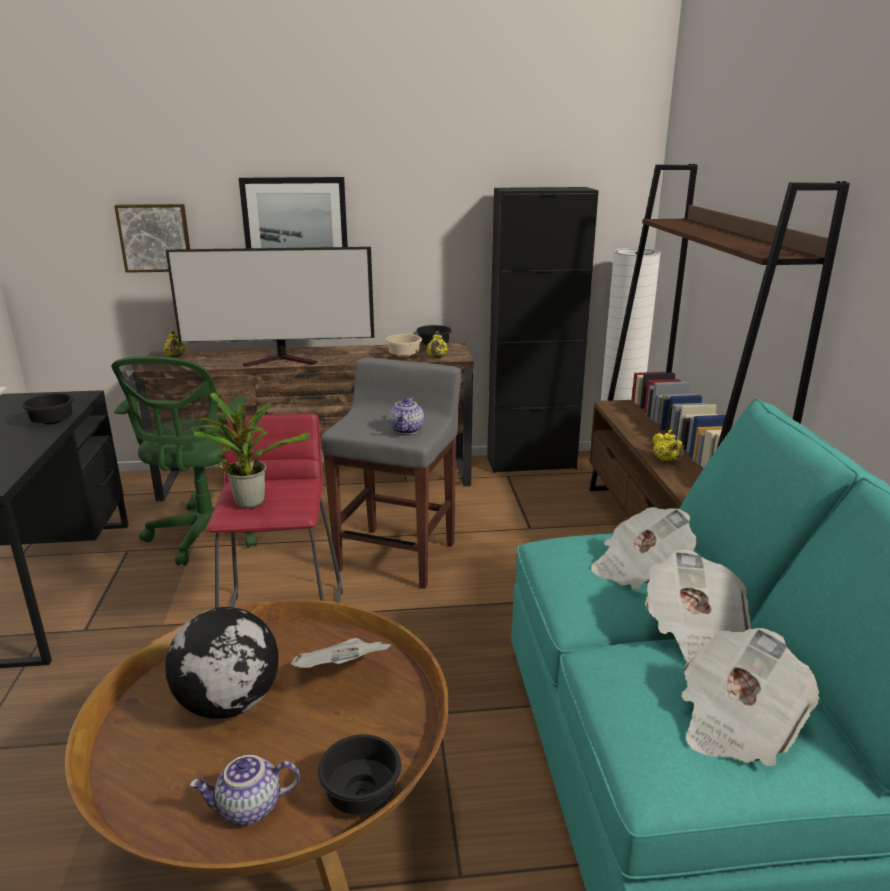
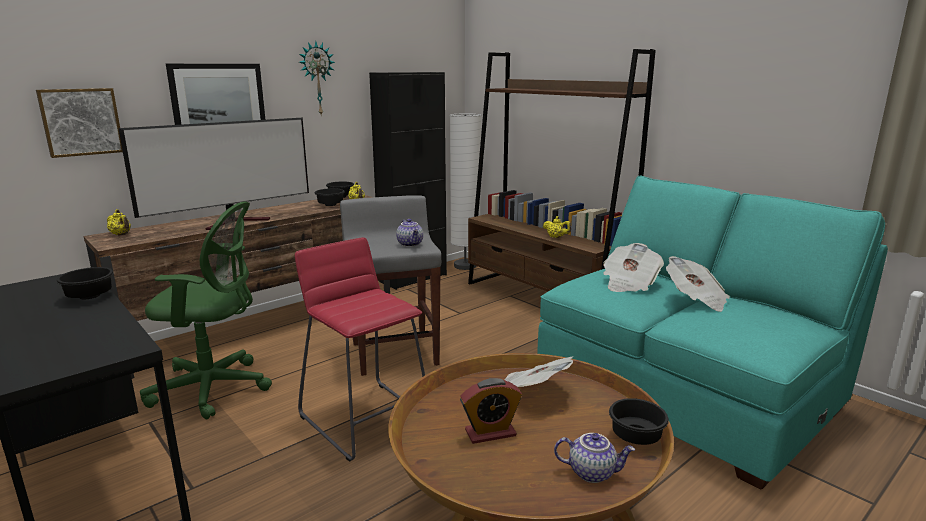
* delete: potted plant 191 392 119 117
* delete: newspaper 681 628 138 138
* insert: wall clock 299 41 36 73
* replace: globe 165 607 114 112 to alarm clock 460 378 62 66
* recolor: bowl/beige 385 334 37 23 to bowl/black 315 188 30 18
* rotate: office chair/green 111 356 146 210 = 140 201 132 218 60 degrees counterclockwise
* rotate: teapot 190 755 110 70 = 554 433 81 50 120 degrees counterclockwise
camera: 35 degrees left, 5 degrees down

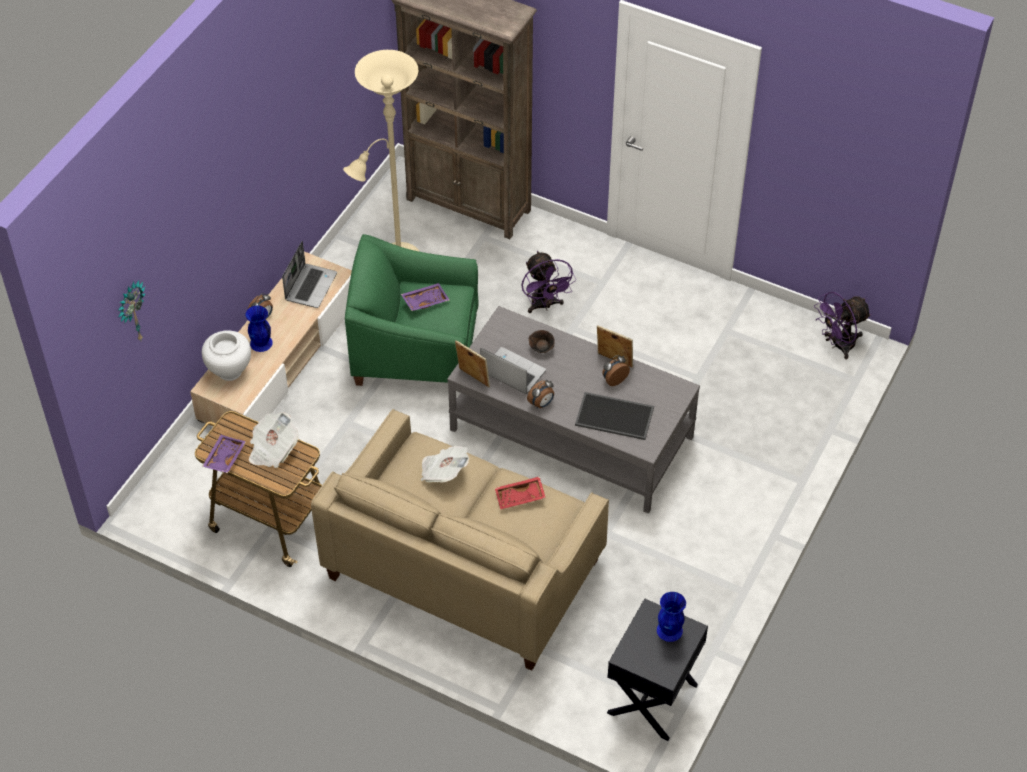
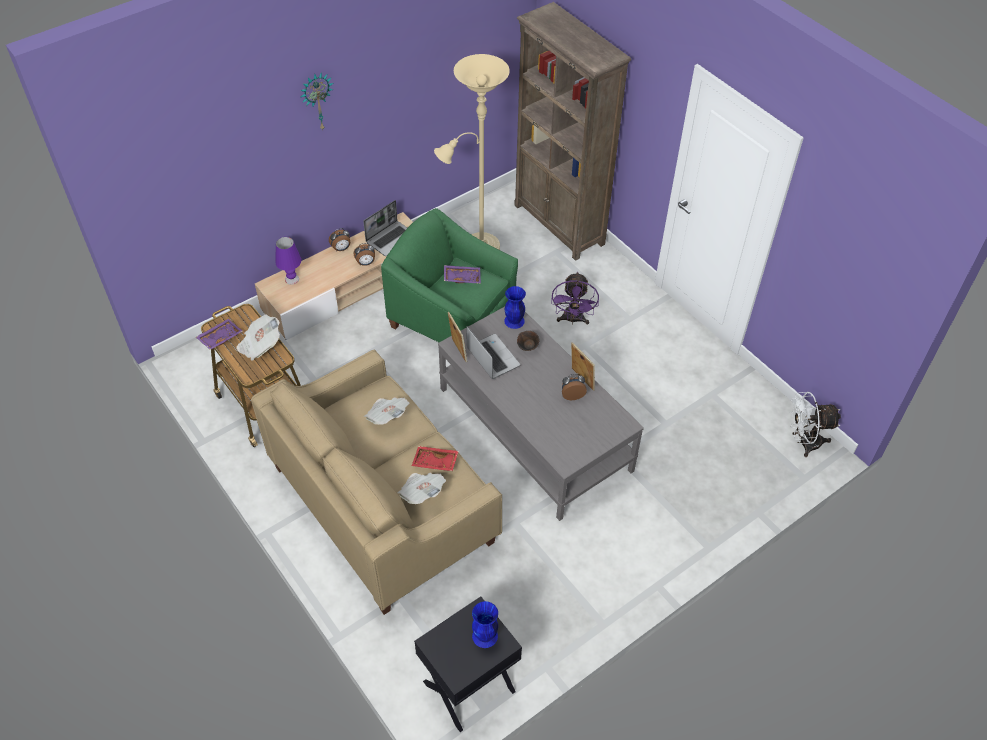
* delete: tray 575 392 79 48
* insert: newspaper 398 473 48 31
* move: wall clock 118 281 28 59 to 300 72 33 58
* move: vase/blue 245 305 28 47 to 504 286 22 43
* move: alarm clock 527 380 27 28 to 354 243 21 23
* replace: vase/white 202 330 49 51 to table lamp/purple 275 237 26 48
* recolor: fan/purple 814 292 58 67 to fan/white 789 392 52 65
camera: 25 degrees right, 0 degrees up

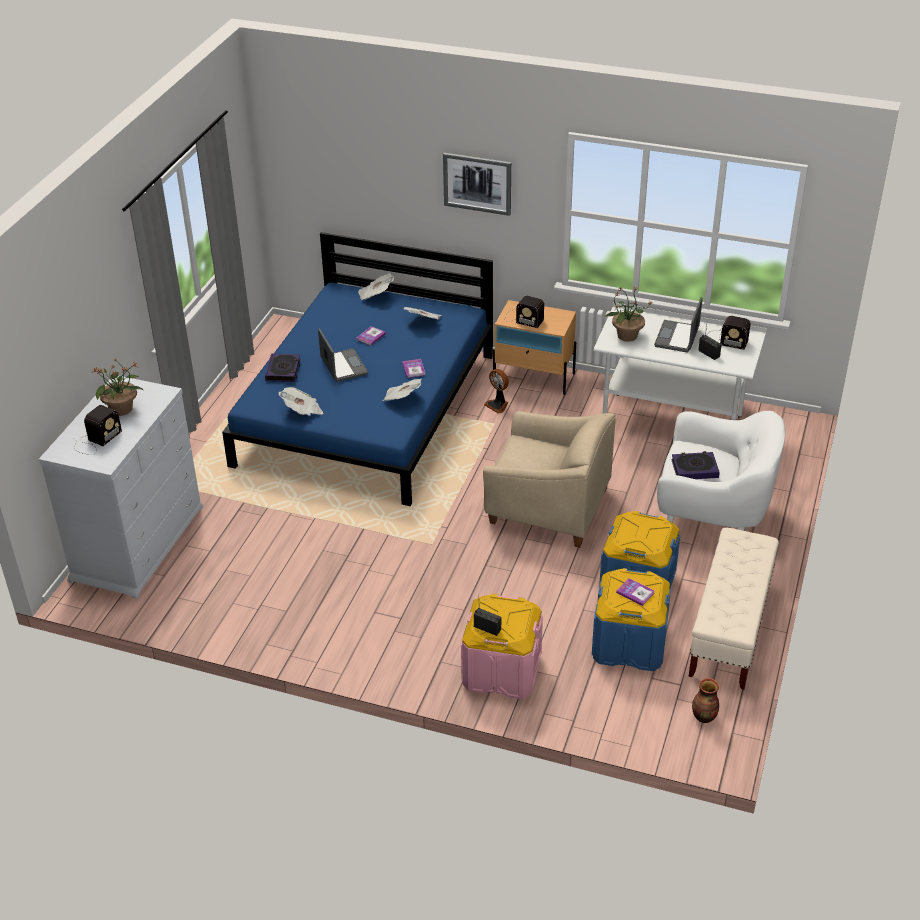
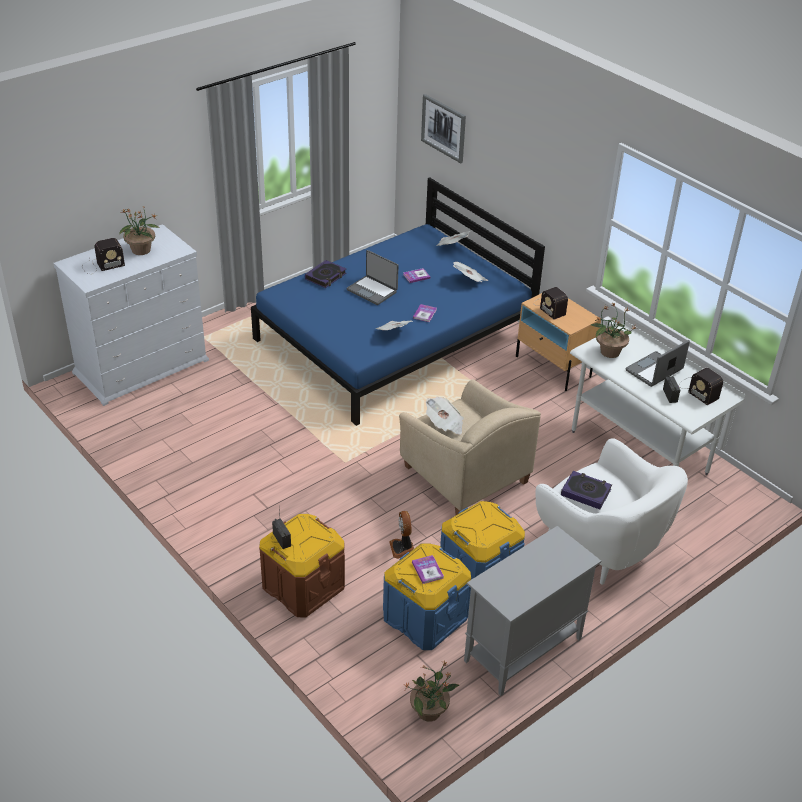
* move: newspaper 278 387 46 29 to 426 397 38 38
* move: picture 443 153 68 63 to 421 94 45 69
* move: fan 484 369 25 45 to 389 511 25 48
* replace: bench/beige 689 527 90 163 to cabinet/grey 464 526 137 170
* replace: vase 692 678 27 45 to potted plant 404 660 56 62
* recolor: storage box/pink 461 594 82 105 to storage box/brown 259 514 86 103
* rotate: laptop 318 328 50 54 = 346 250 53 55 120 degrees clockwise
camera: 30 degrees right, 0 degrees up

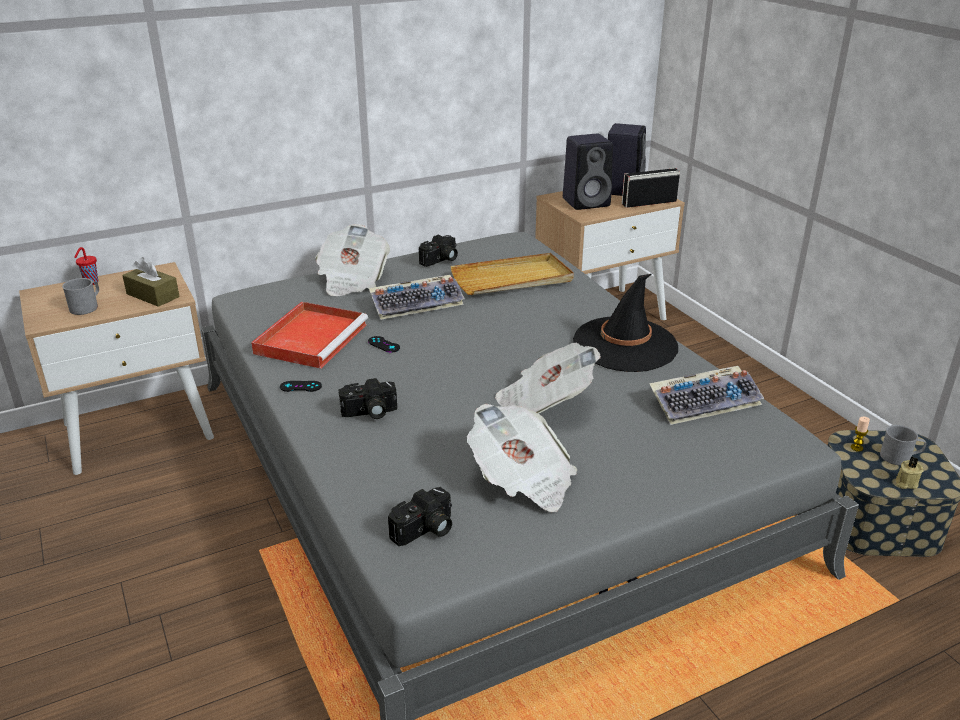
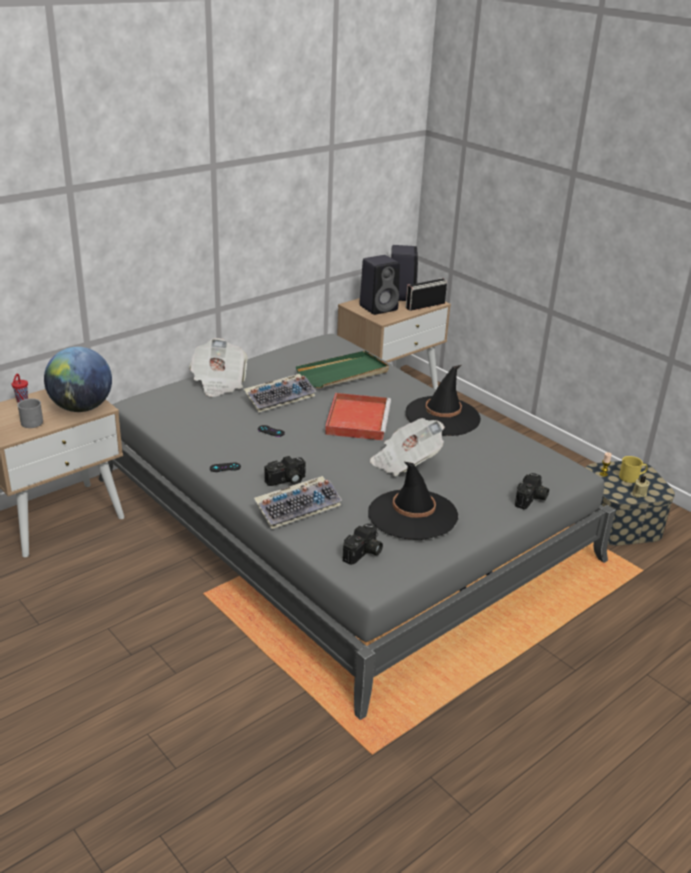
* move: tray/red 251 302 117 67 to 325 393 66 47
* move: photo camera 419 235 39 32 to 515 473 34 36
* move: keyboard 649 366 115 59 to 254 476 88 53
* replace: tissue box/brown 122 257 58 50 to globe 44 347 68 65
* replace: newspaper 467 404 110 108 to hat/black 368 461 90 79
* recolor: tray/beige 450 253 124 42 to tray/green 296 351 93 37
* recolor: mug/grey 880 425 46 40 to mug/yellow 619 456 29 27
camera: 15 degrees left, 0 degrees up

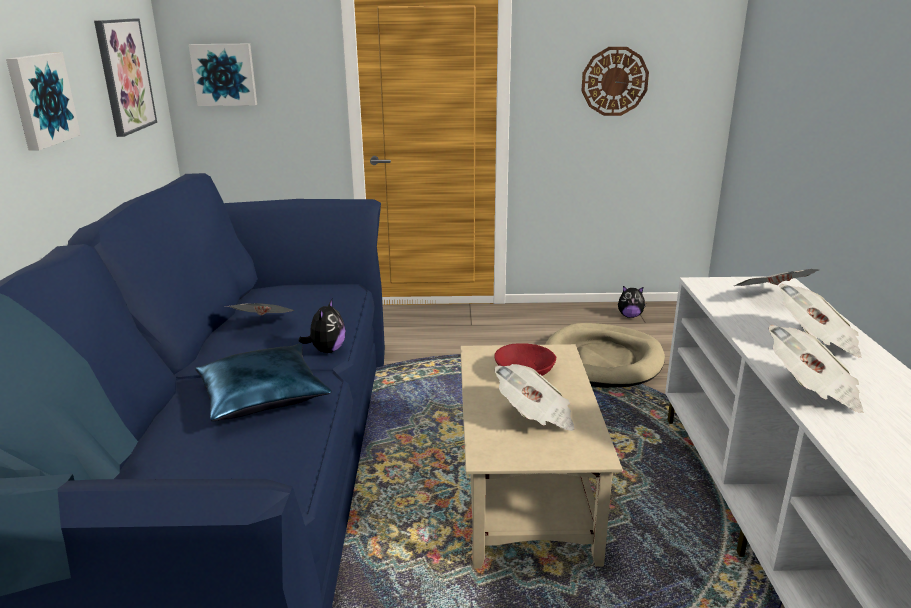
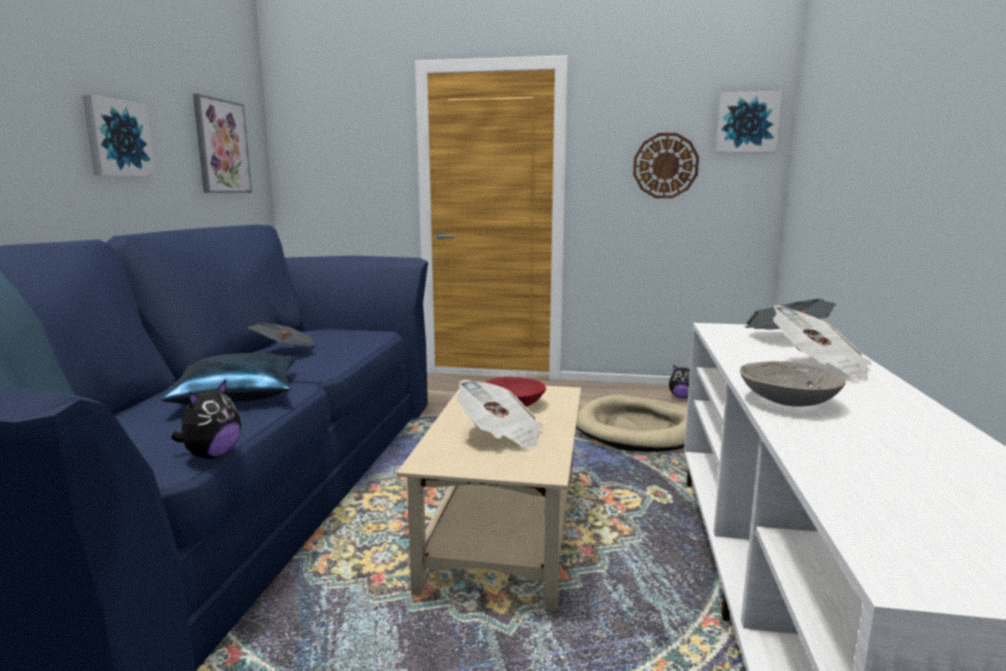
* move: picture 189 44 68 62 to 715 91 67 62
* move: plush toy 299 299 47 54 to 171 379 70 80
* replace: newspaper 769 325 95 88 to bowl/grey 740 361 106 46
camera: 10 degrees right, 10 degrees down

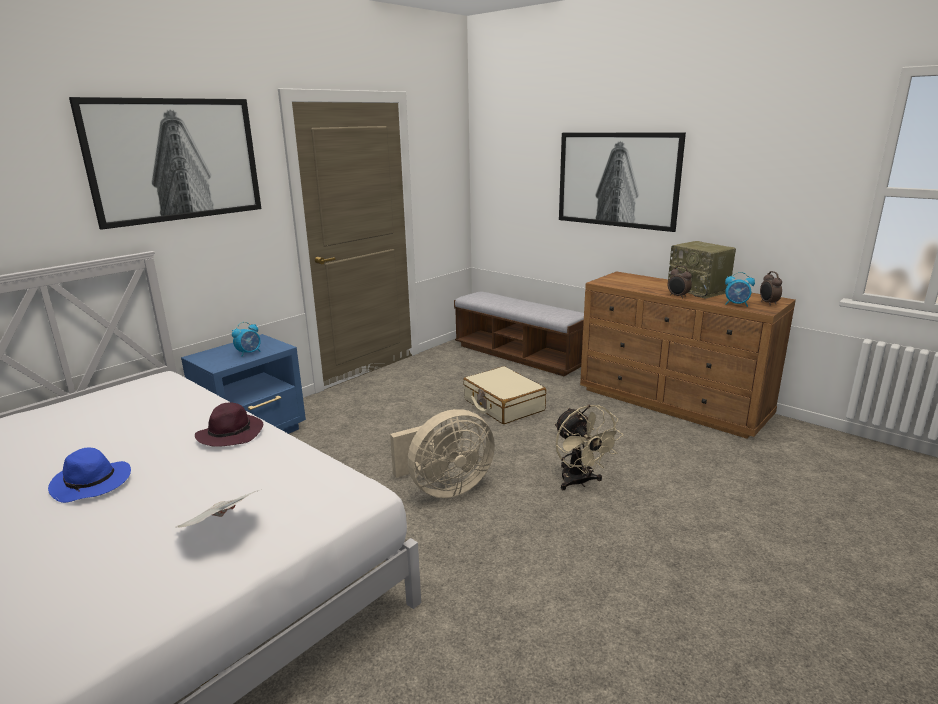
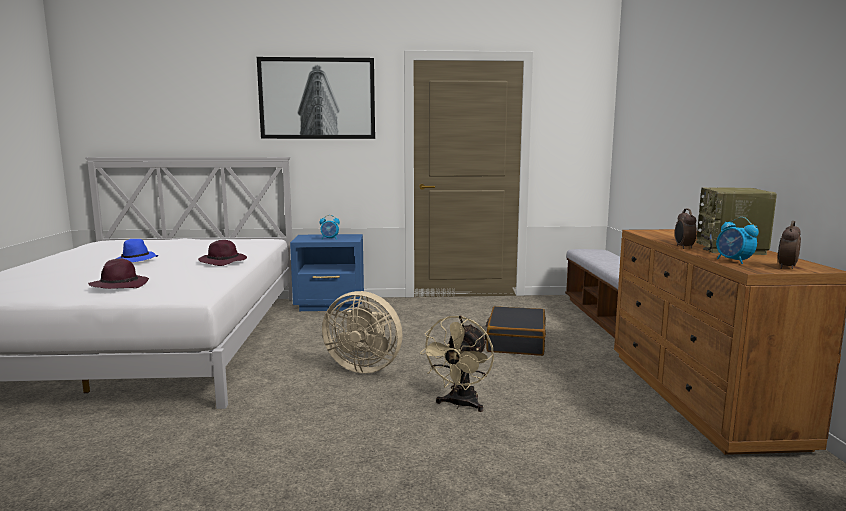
* delete: picture 559 132 127 100
* replace: newspaper 176 489 86 39 to hat/purple 88 258 61 31
* recolor: suitcase/beige 463 366 83 58 to suitcase/black 485 306 61 50
camera: 45 degrees right, 10 degrees down

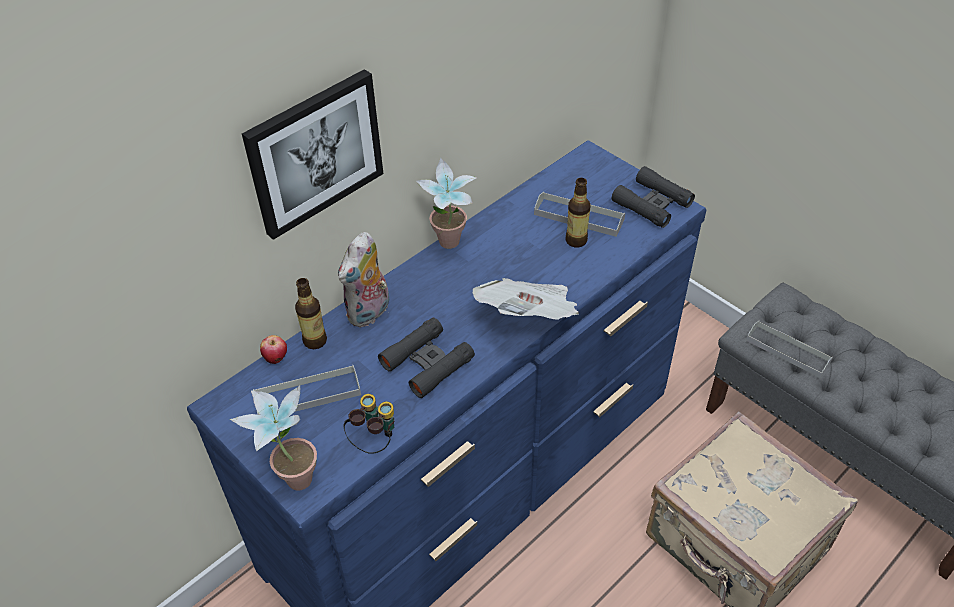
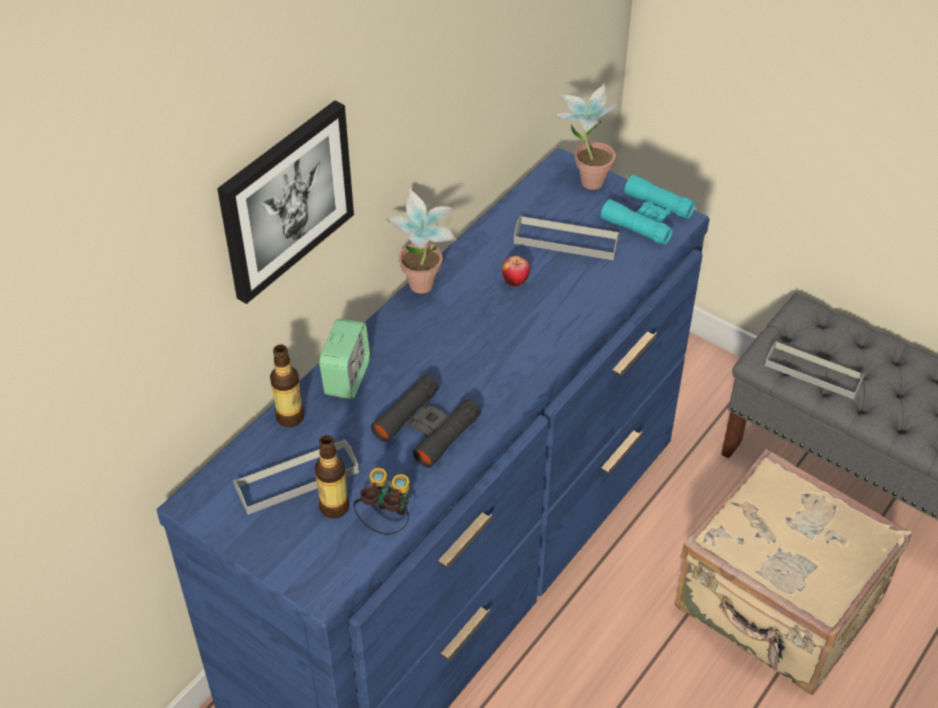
* delete: newspaper 472 278 107 42
* move: potted plant 230 385 87 106 to 553 84 67 106
* move: apple 260 335 27 29 to 502 256 28 31
* move: bottle 566 178 25 70 to 315 435 35 84
* replace: plush toy 338 232 51 95 to alarm clock 319 319 51 80
* recolor: binoculars/black 611 166 84 62 to binoculars/turquoise 601 174 94 71
camera: 10 degrees left, 0 degrees up

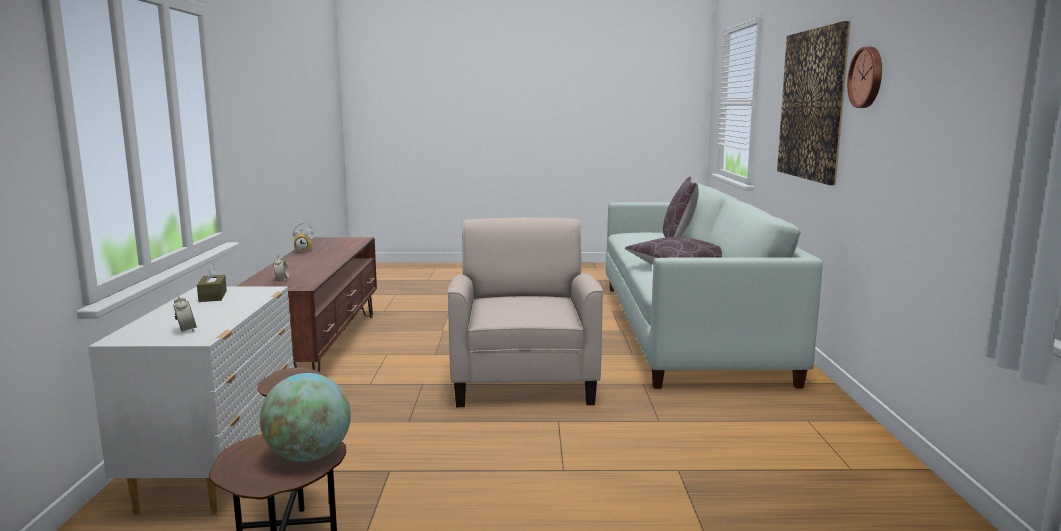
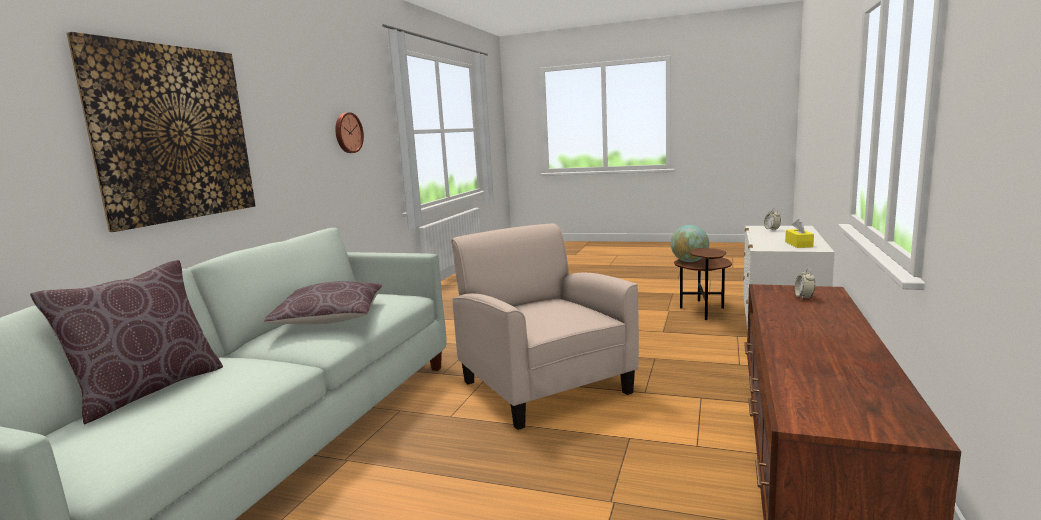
* delete: alarm clock 293 223 20 30
* move: wall clock 847 47 35 61 to 335 112 29 41
* recolor: tissue box/brown 197 263 30 39 to tissue box/yellow 785 219 29 29
* rotate: armchair/beige 448 218 155 189 = 451 223 188 207 135 degrees clockwise
camera: 160 degrees left, 0 degrees up

